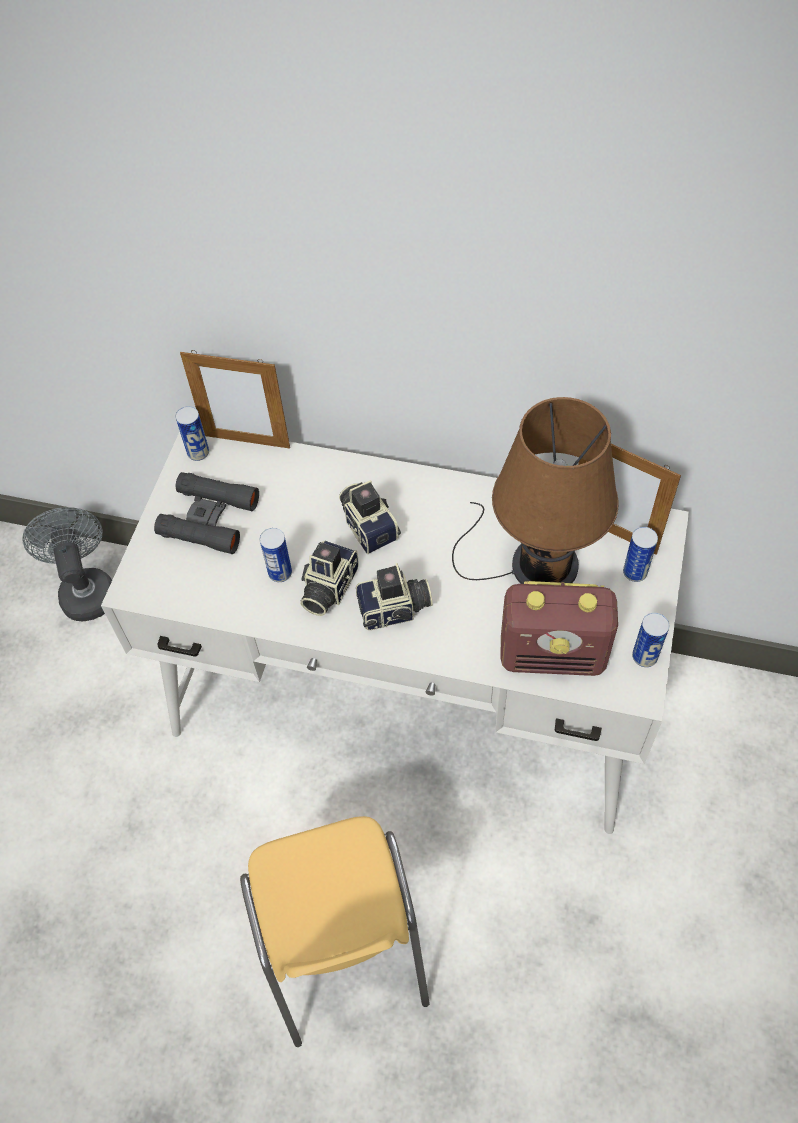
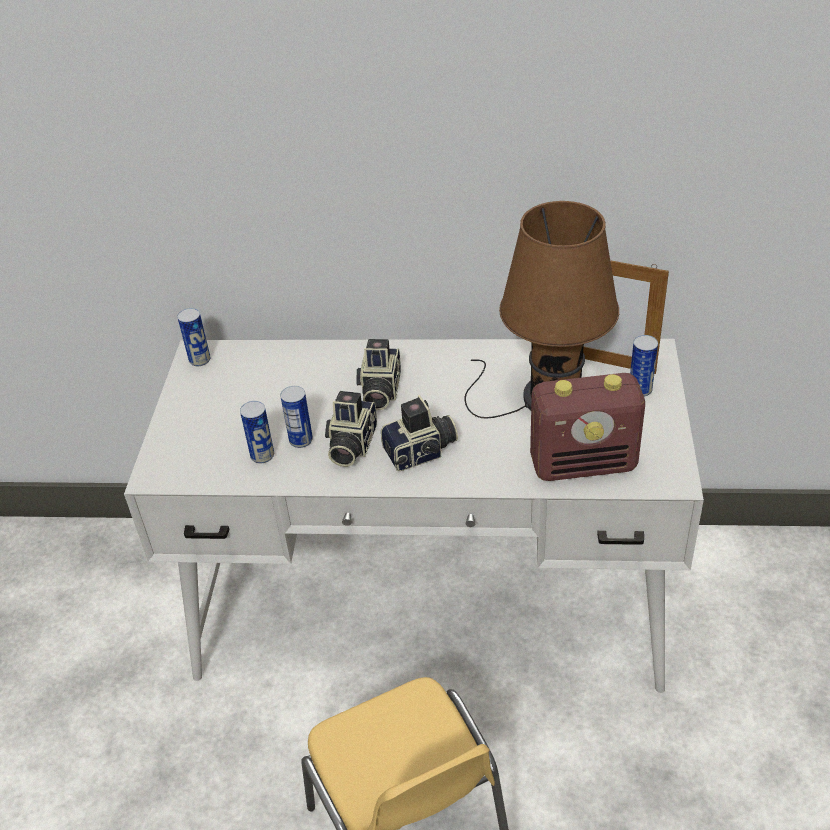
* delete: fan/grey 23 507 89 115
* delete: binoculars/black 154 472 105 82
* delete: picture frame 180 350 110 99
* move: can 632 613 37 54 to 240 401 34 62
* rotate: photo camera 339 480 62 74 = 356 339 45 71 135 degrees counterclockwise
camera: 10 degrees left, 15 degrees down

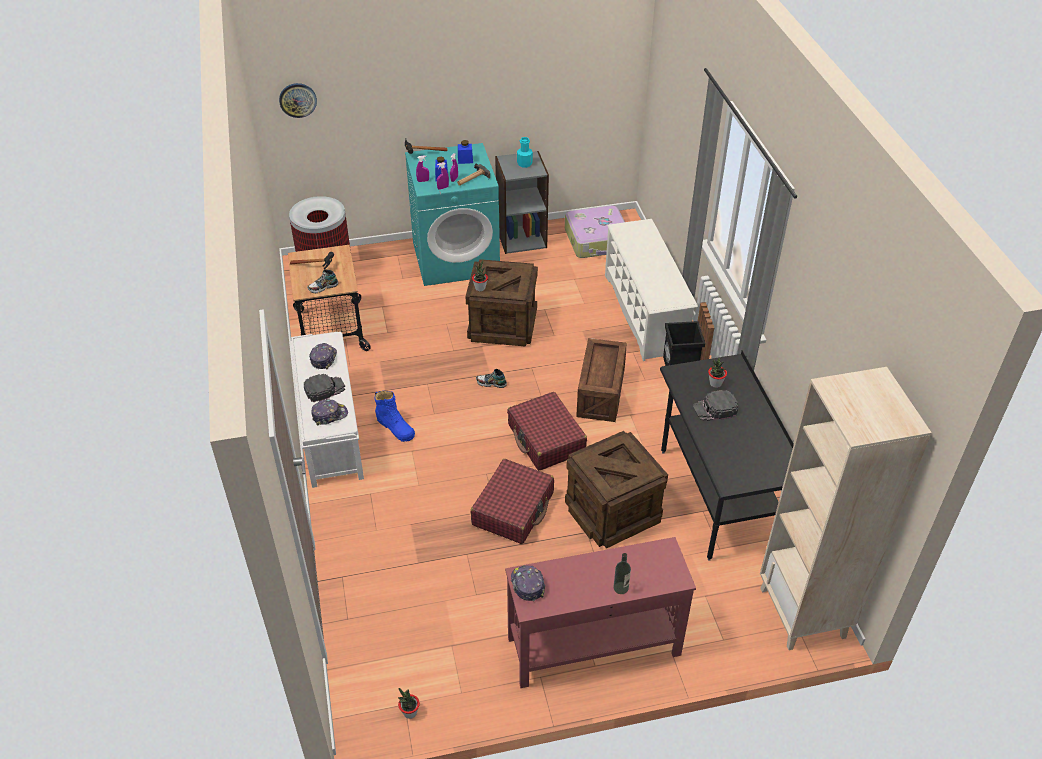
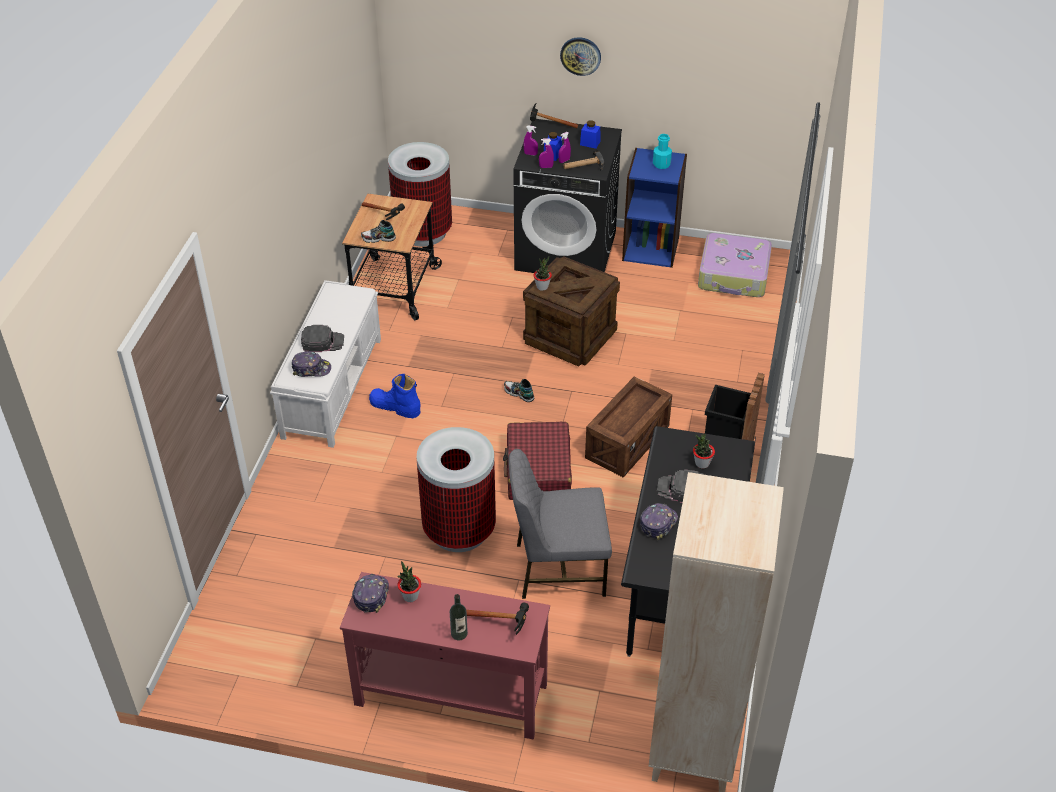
* delete: shoe rack/white 605 219 93 142
* insert: hammer 466 603 63 32
* move: wall clock 279 83 38 35 to 560 37 41 39
* move: cap 309 343 28 26 to 640 503 38 37
* move: potted plant 398 688 22 31 to 397 561 24 41
* replace: suitcase/red 471 459 83 85 to trash can 417 427 79 125
* replace: crate 565 431 103 117 to chair/grey 508 449 104 150
* recolor: washing machine/turquoise 405 143 95 143 to washing machine/black 513 119 109 154
* recolor: bookcase/grey 495 151 54 103 to bookcase/blue 622 148 65 120
* rotate: boot/blue 375 391 40 51 = 369 374 52 44 135 degrees clockwise
camera: 25 degrees right, 0 degrees up

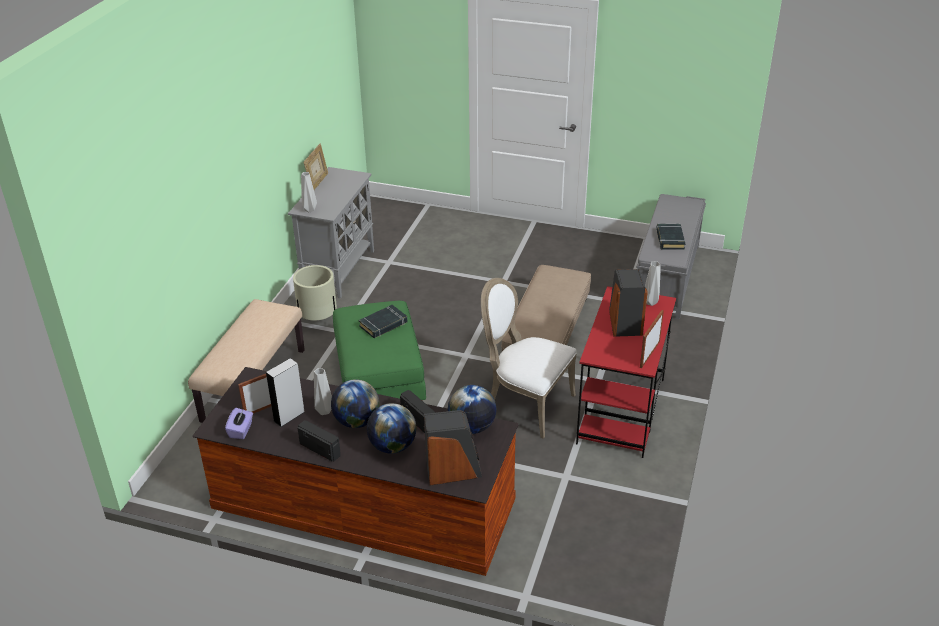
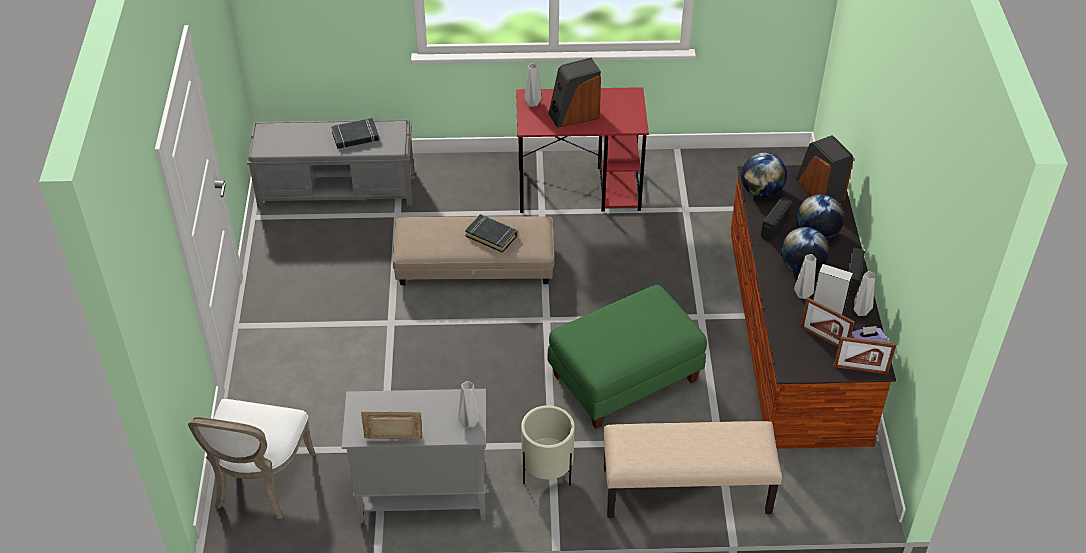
* insert: vase/grey 854 271 21 45
* move: book/black 359 305 49 33 to 465 214 52 39
* move: chair/white 481 278 96 161 to 188 399 127 120
* move: picture frame 640 310 24 58 to 833 336 63 39
camera: 110 degrees left, 10 degrees up

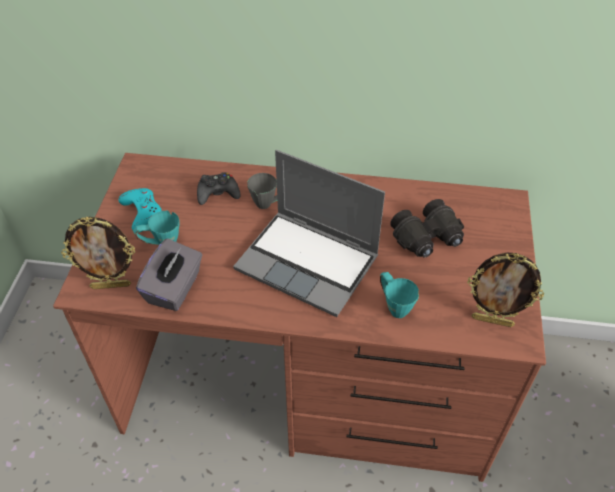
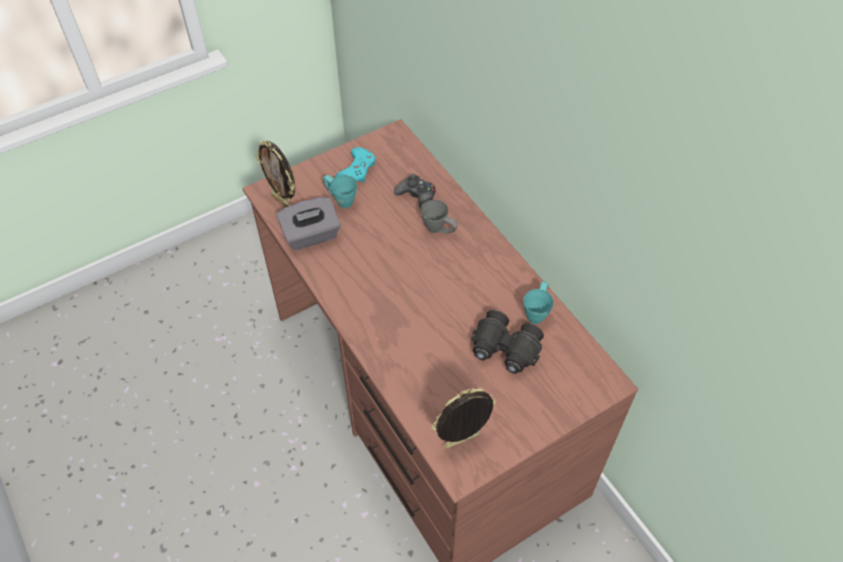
* delete: laptop 233 150 152 167
* move: mug/turquoise 380 272 39 46 to 523 282 31 42
* rotate: picture frame 467 253 77 74 = 431 388 65 61 90 degrees clockwise
camera: 50 degrees right, 5 degrees up

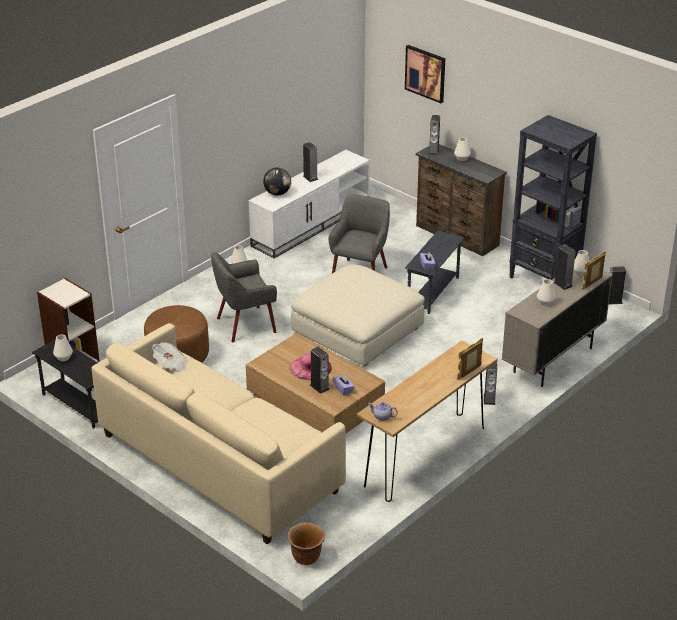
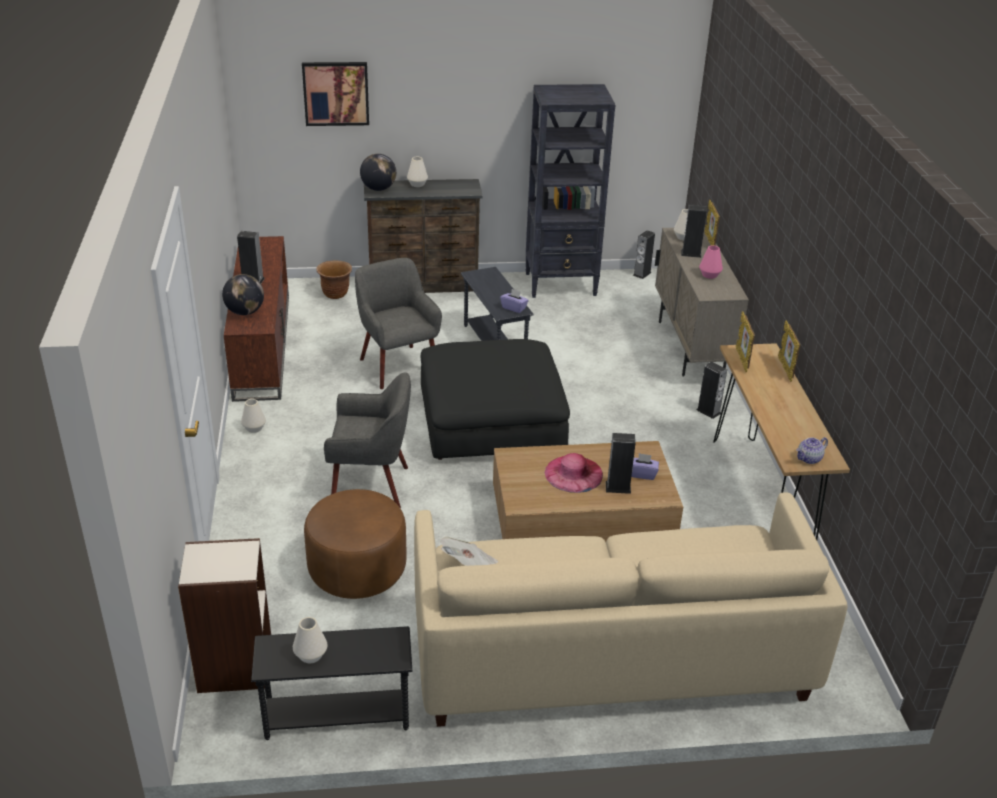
* insert: picture frame 736 311 19 62
* move: planter/brown 287 522 38 43 to 316 261 36 38
* replace: speaker 428 115 12 40 to globe 360 154 36 37
* recolor: tv stand/white 249 150 121 108 to tv stand/brown 224 236 65 166
* recolor: ottoman/beige 291 264 134 103 to ottoman/black 421 339 149 121
* recolor: vase/white 537 279 19 27 to vase/pink 699 245 24 34
* rotate: armchair/grey 211 252 66 90 = 324 372 87 137 105 degrees counterclockwise
camera: 50 degrees left, 0 degrees up

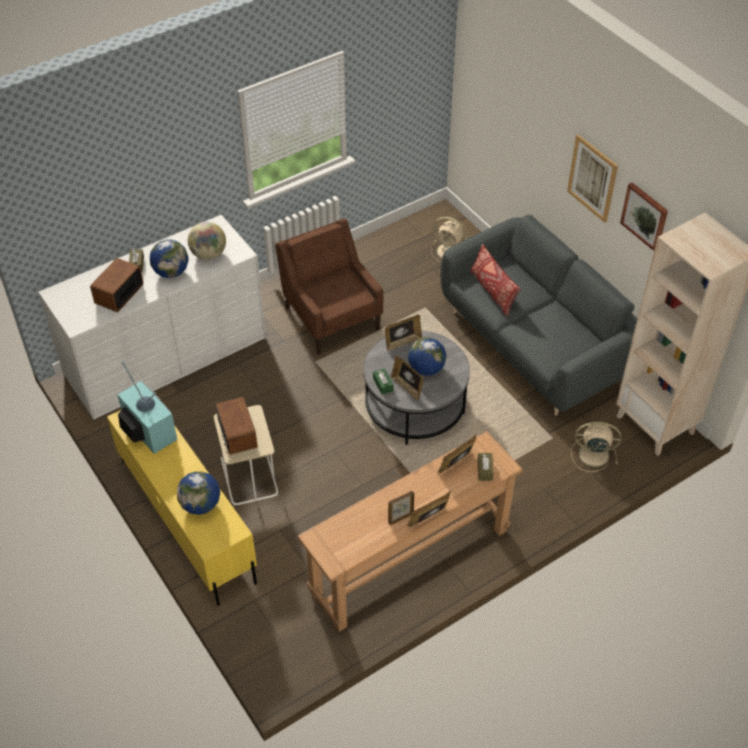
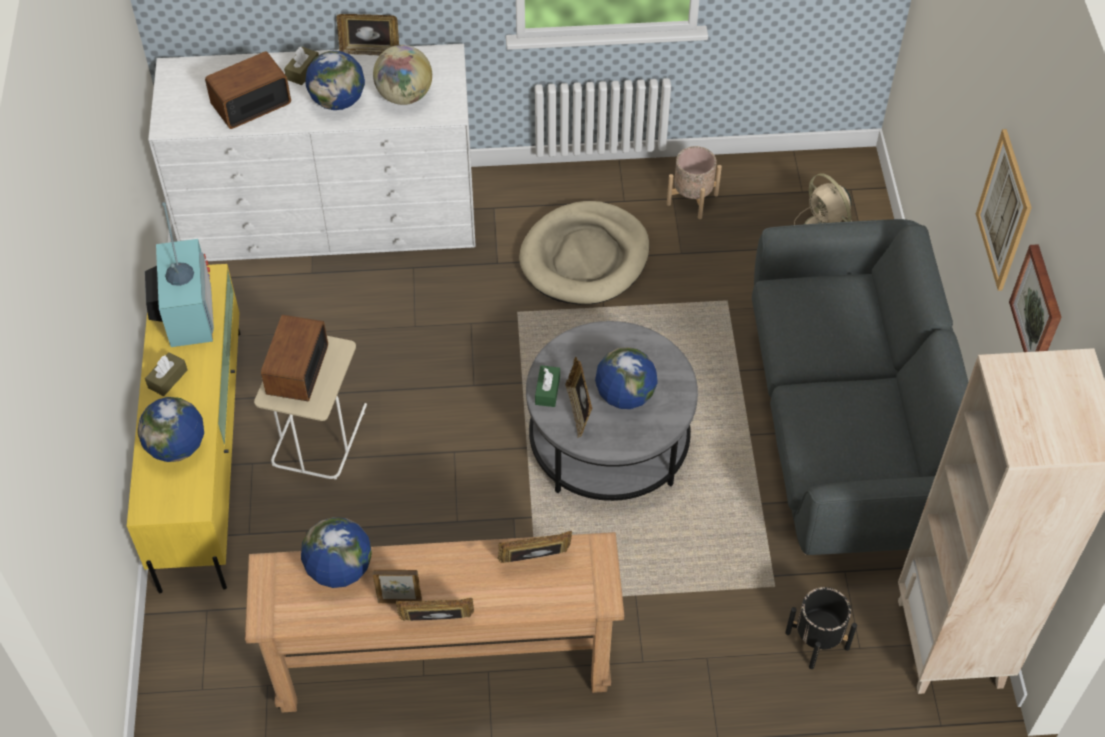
* delete: pillow/red 471 244 50 73
* insert: globe 301 517 71 71
* insert: planter/beige 667 146 55 73
* move: picture frame 385 315 37 36 to 336 14 63 42
* move: tissue box/brown 478 453 15 28 to 145 352 43 44
* replace: armchair/brown 275 218 108 137 to dog bed/beige 519 201 131 104
* replace: fan/beige 571 422 50 50 to planter/black 785 587 72 82
camera: 30 degrees right, 5 degrees up

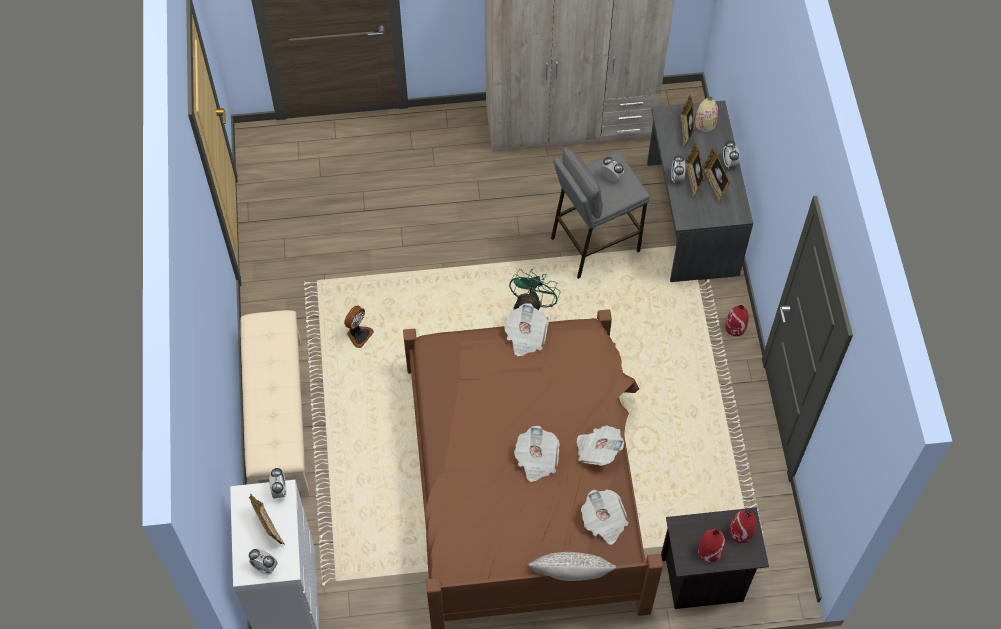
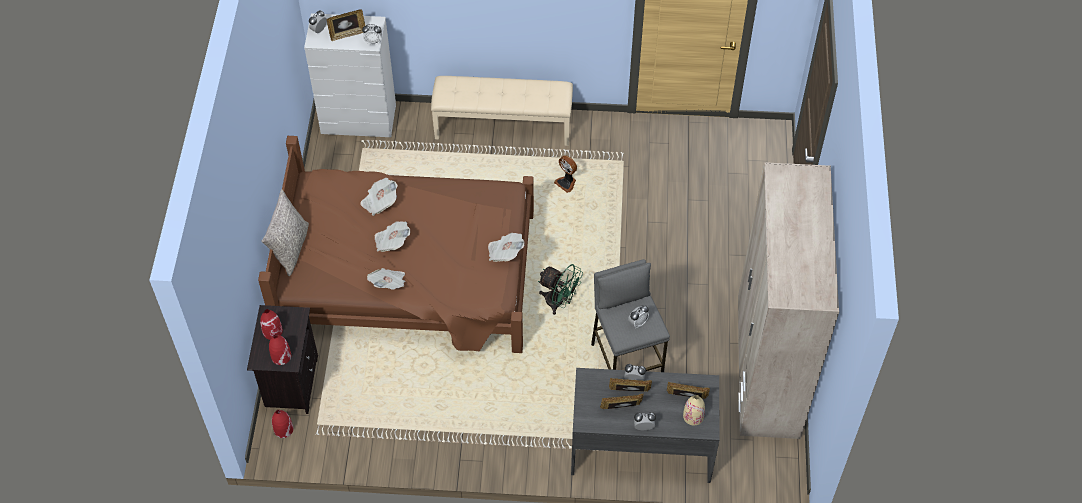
* move: newspaper 581 490 48 55 to 360 178 38 38
* move: vase/red 725 305 24 31 to 272 410 21 28
camera: 100 degrees right, 5 degrees down

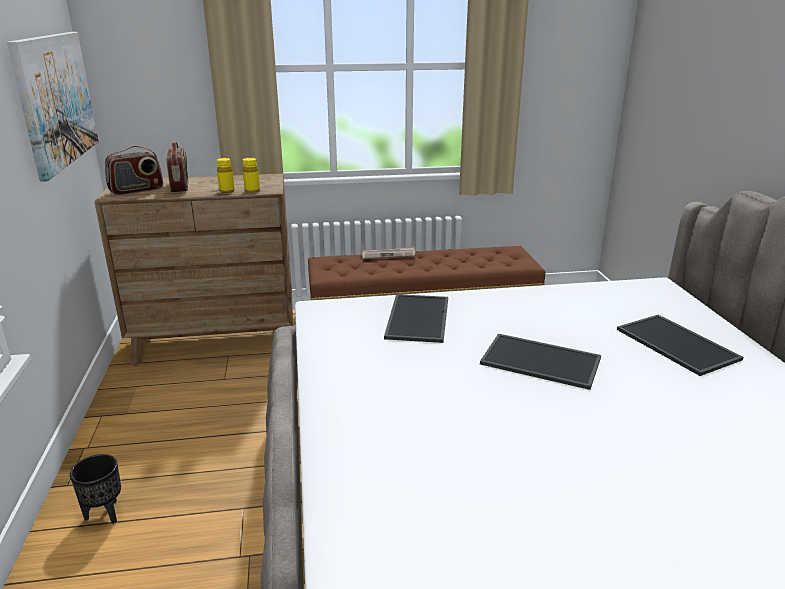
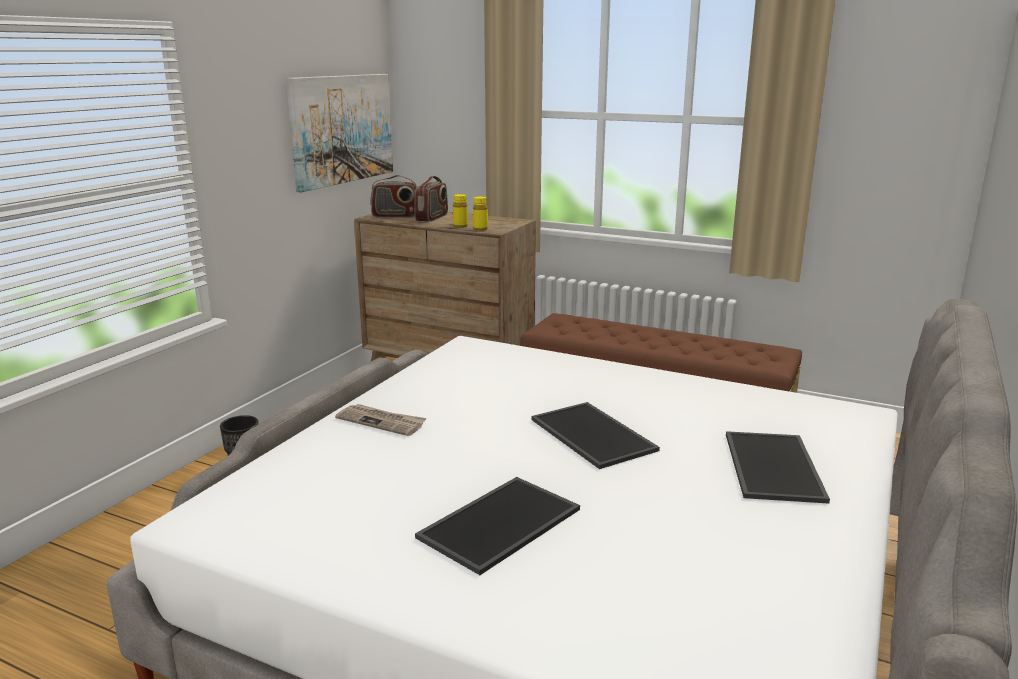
* move: newspaper 362 246 53 13 to 335 404 92 32
* move: tray 384 294 64 49 to 415 477 165 98
camera: 35 degrees right, 5 degrees down

